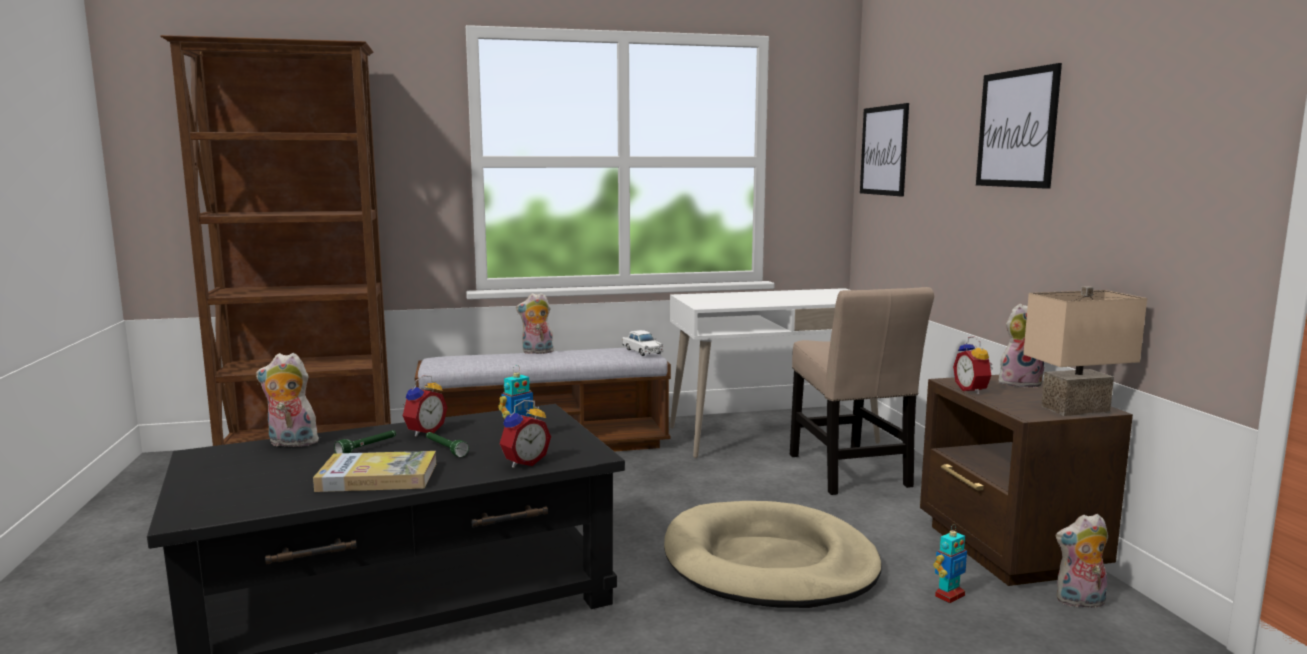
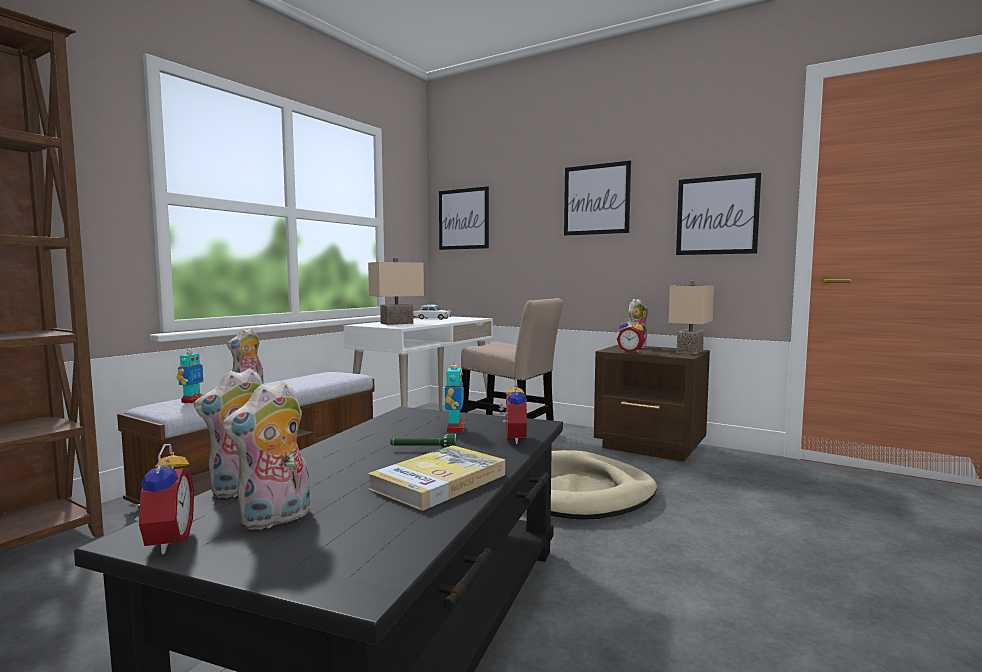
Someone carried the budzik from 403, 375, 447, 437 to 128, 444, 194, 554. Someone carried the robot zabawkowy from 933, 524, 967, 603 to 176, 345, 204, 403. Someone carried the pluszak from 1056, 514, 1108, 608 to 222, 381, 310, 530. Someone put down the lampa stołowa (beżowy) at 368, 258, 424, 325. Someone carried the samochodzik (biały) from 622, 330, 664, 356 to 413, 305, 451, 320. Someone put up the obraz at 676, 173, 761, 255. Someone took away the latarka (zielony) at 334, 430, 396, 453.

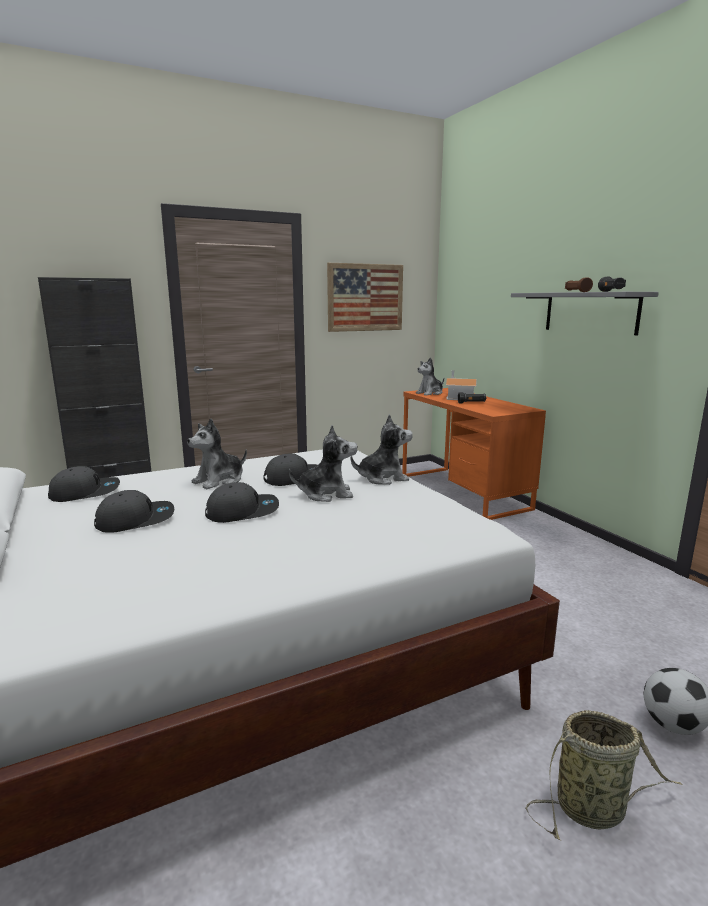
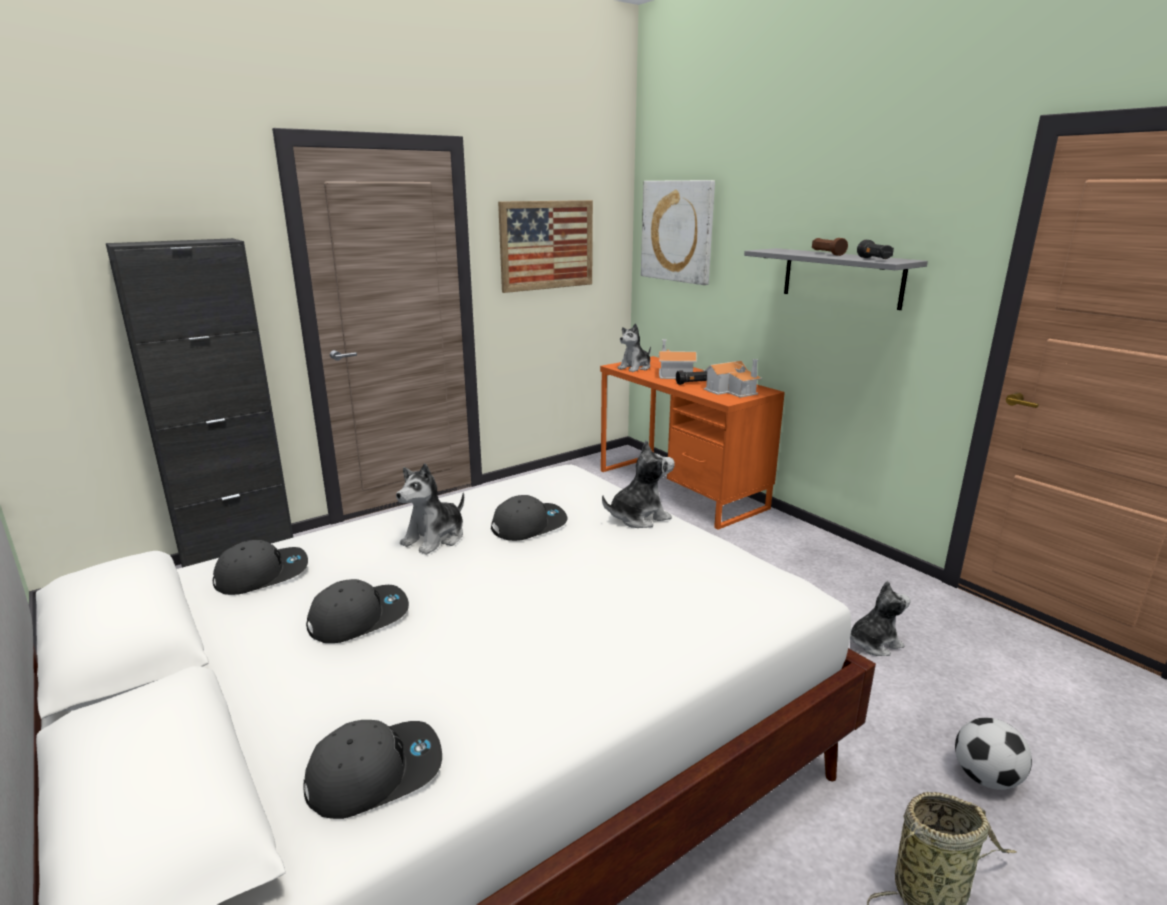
Someone carried the czapka z daszkiem (szary) from 205, 482, 279, 523 to 303, 720, 442, 819. Someone put up the obraz at 641, 180, 715, 285. Someone put down the domek at 703, 359, 762, 397. Someone carried the pluszak from 289, 425, 358, 502 to 850, 581, 911, 656.

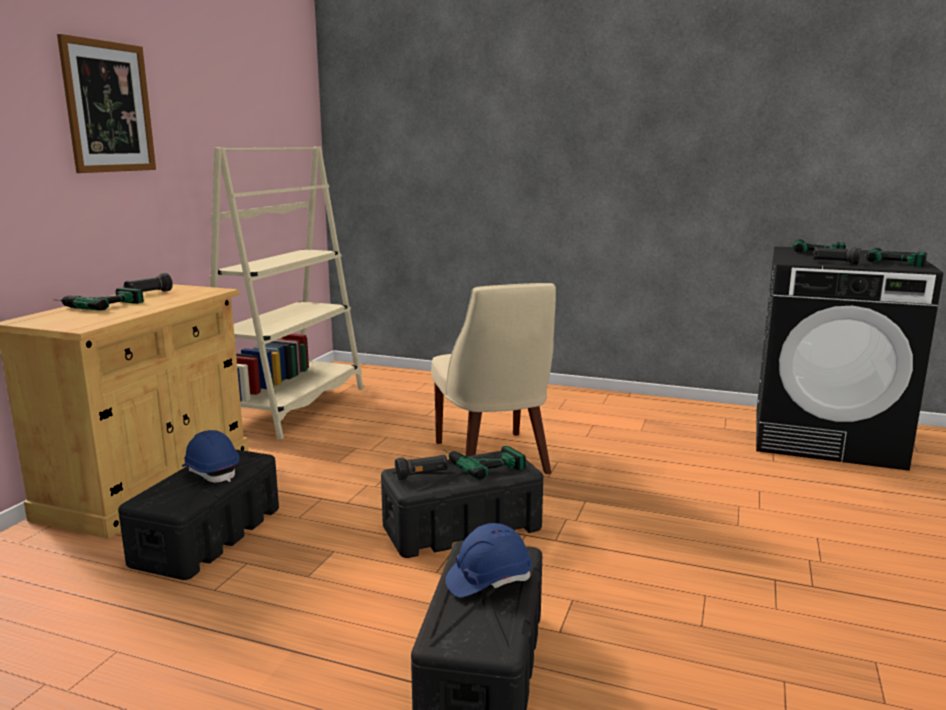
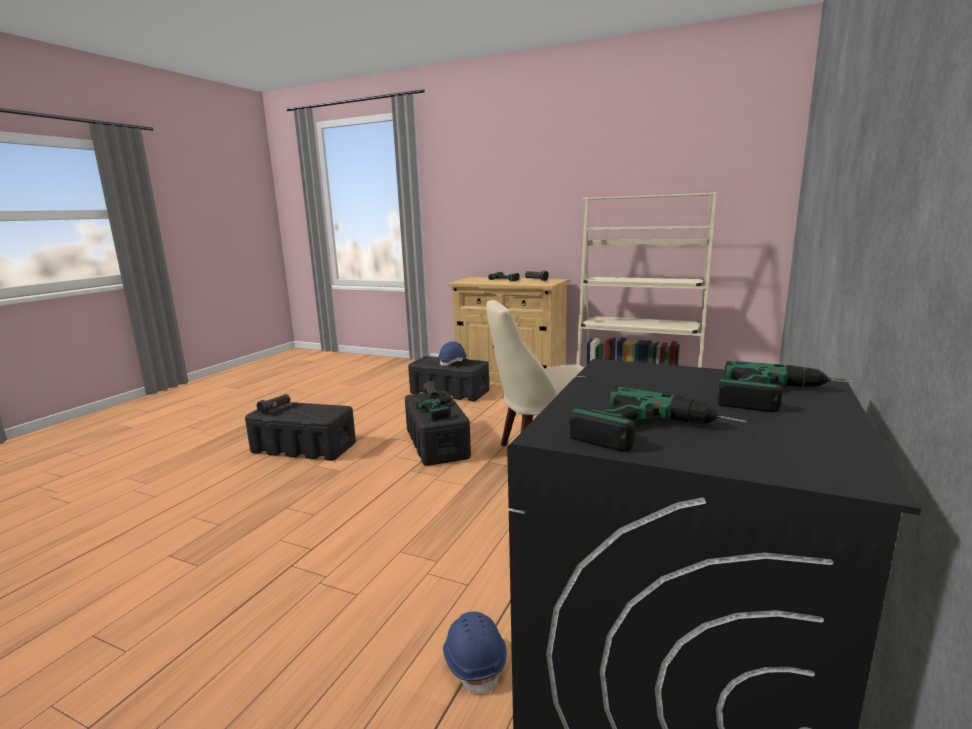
Someone carried the latarka (czarny) from 813, 246, 861, 265 to 257, 394, 290, 414. Someone carried the kask (niebieski) from 446, 523, 532, 597 to 443, 611, 507, 695. Someone took away the obraz at 57, 34, 156, 173.

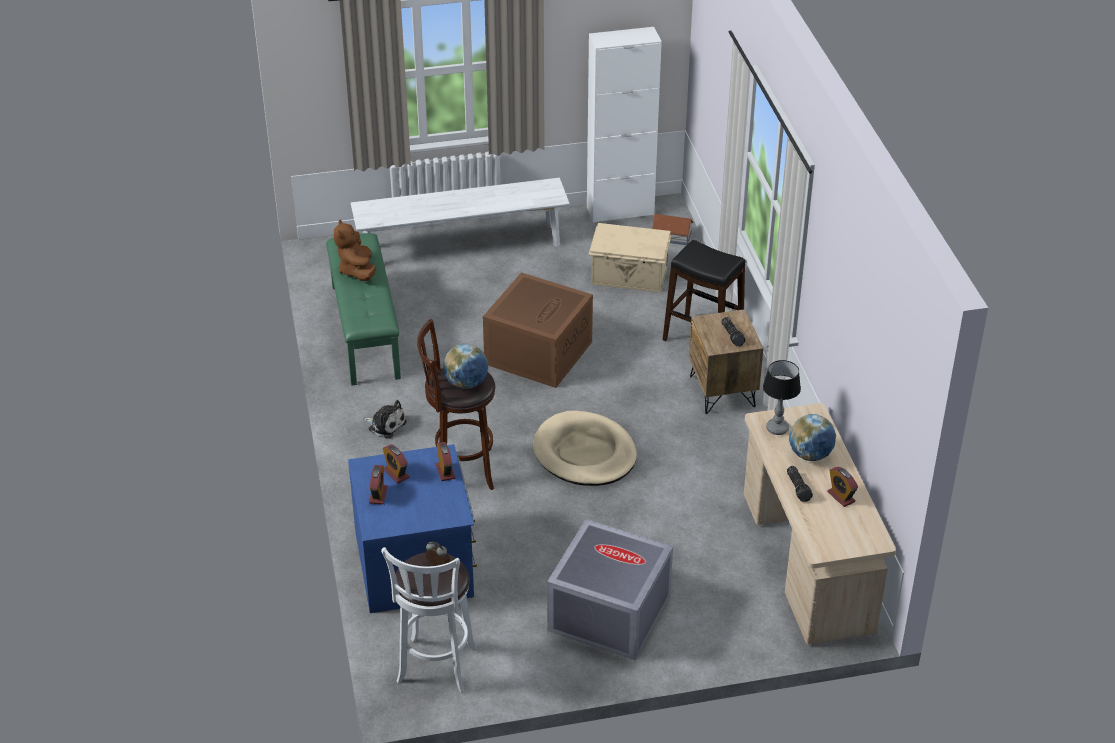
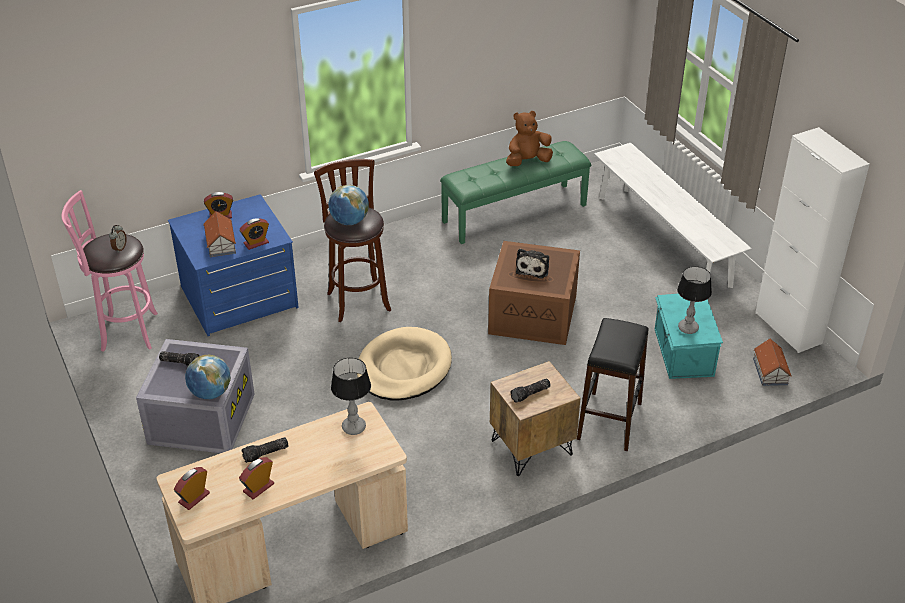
Someone repainted the stołek (biały) at 381, 547, 477, 693, which became the stołek (różowy) at 62, 190, 158, 352. Someone put down the latarka at 159, 351, 200, 366. Someone carried the budzik from 383, 445, 409, 483 to 174, 467, 210, 510. Someone carried the globus from 789, 414, 836, 461 to 185, 355, 231, 400. Someone put down the domek at 204, 211, 236, 257. Someone carried the pluszak from 363, 400, 407, 439 to 516, 248, 549, 278. Someone repainted the pojemnik do przechowywania (beżowy) at 588, 223, 672, 293, which became the pojemnik do przechowywania (turkusowy) at 655, 294, 723, 379. Someone put down the lampa stołowa at 677, 266, 712, 334.

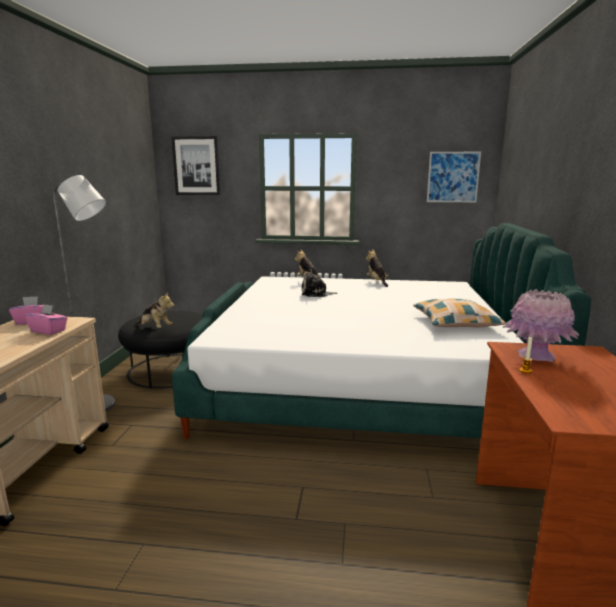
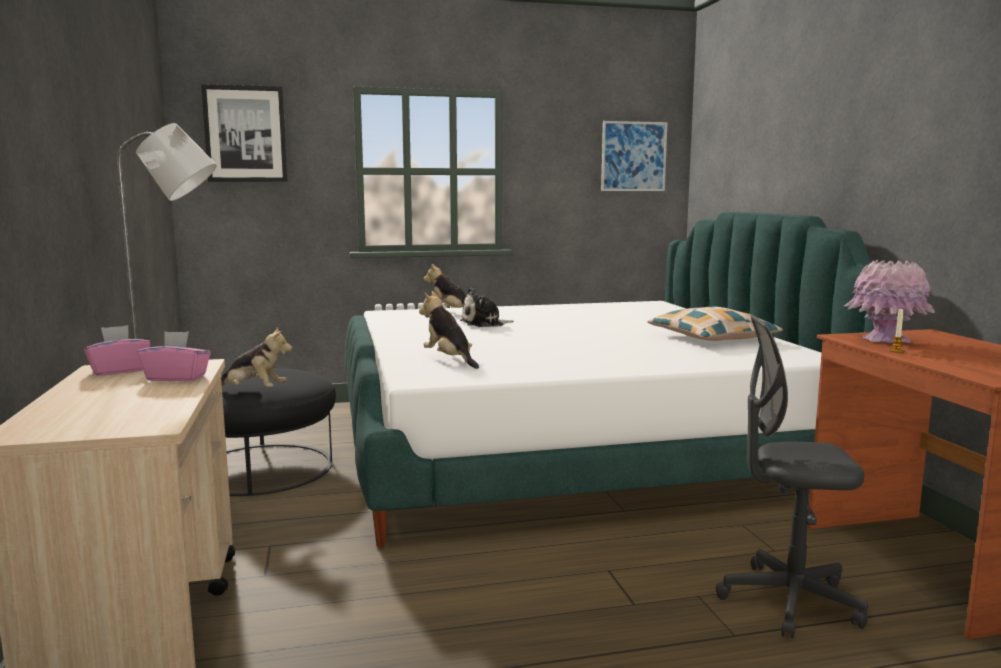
Someone carried the pluszak from 366, 249, 388, 287 to 419, 291, 479, 369. Someone put down the krzesło biurowe (szary) at 715, 314, 868, 638.

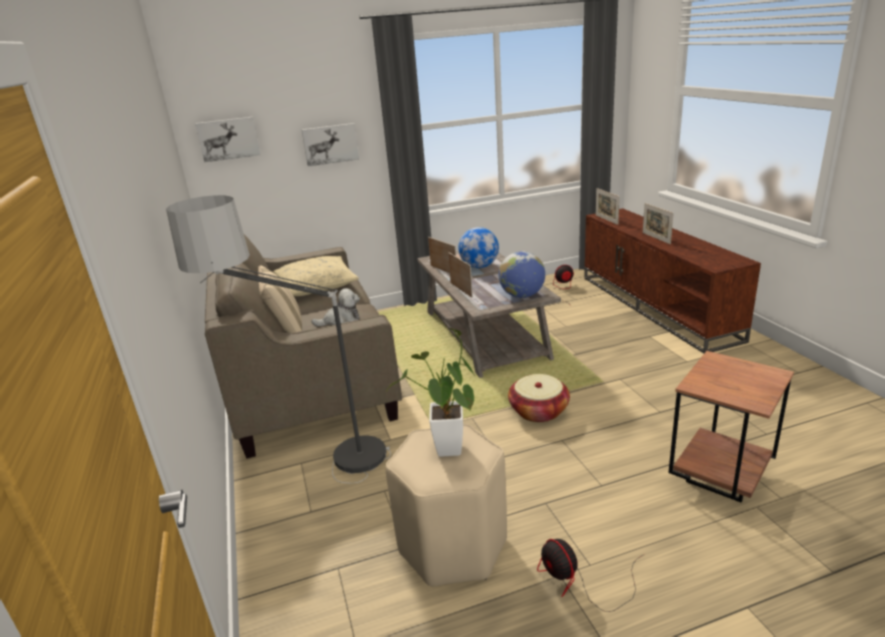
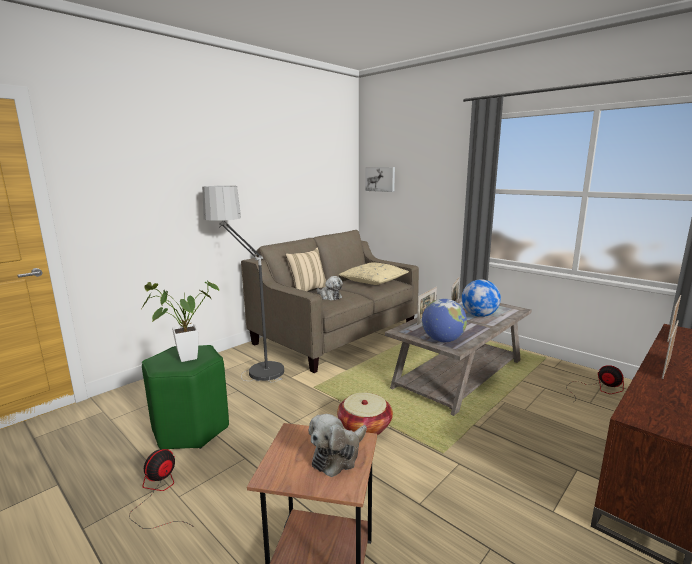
Someone repainted the stołek (beżowy) at 386, 424, 507, 587, which became the stołek (zielony) at 142, 345, 229, 449. Someone put down the pluszak at 309, 414, 367, 477. Someone took away the obraz at 301, 123, 359, 167.

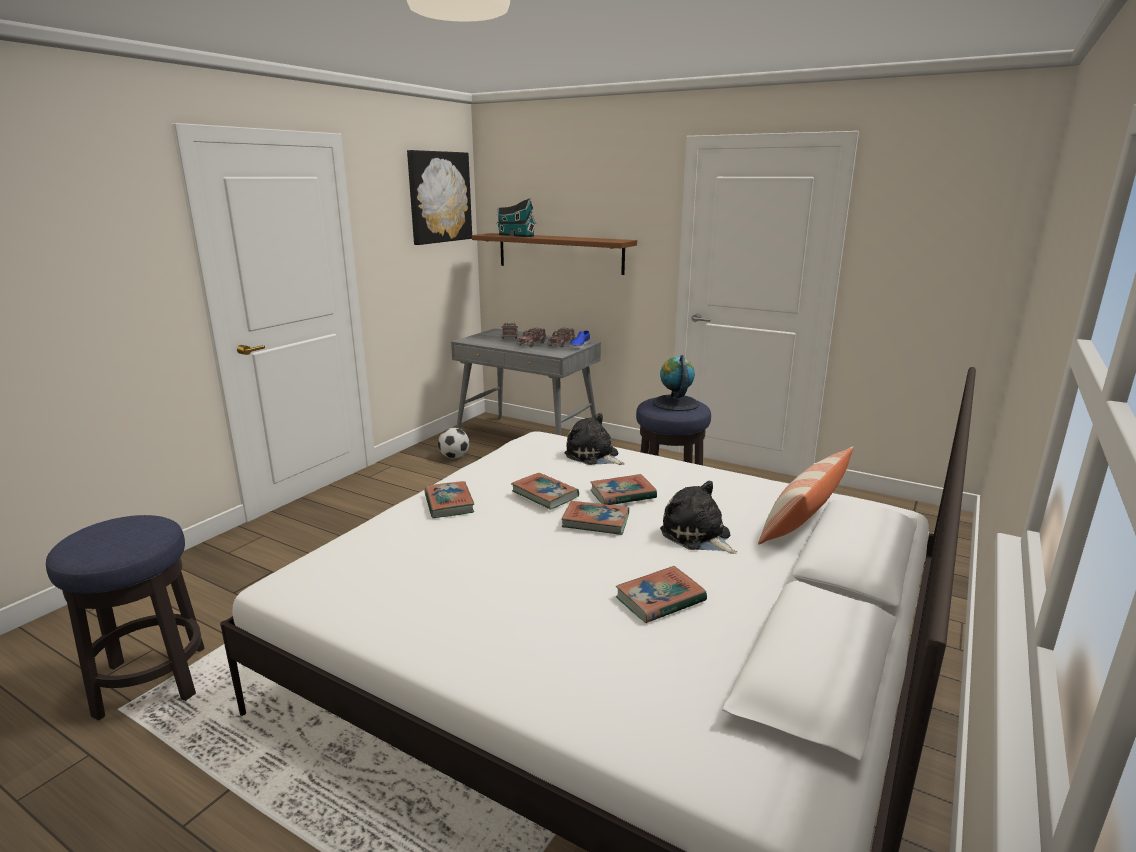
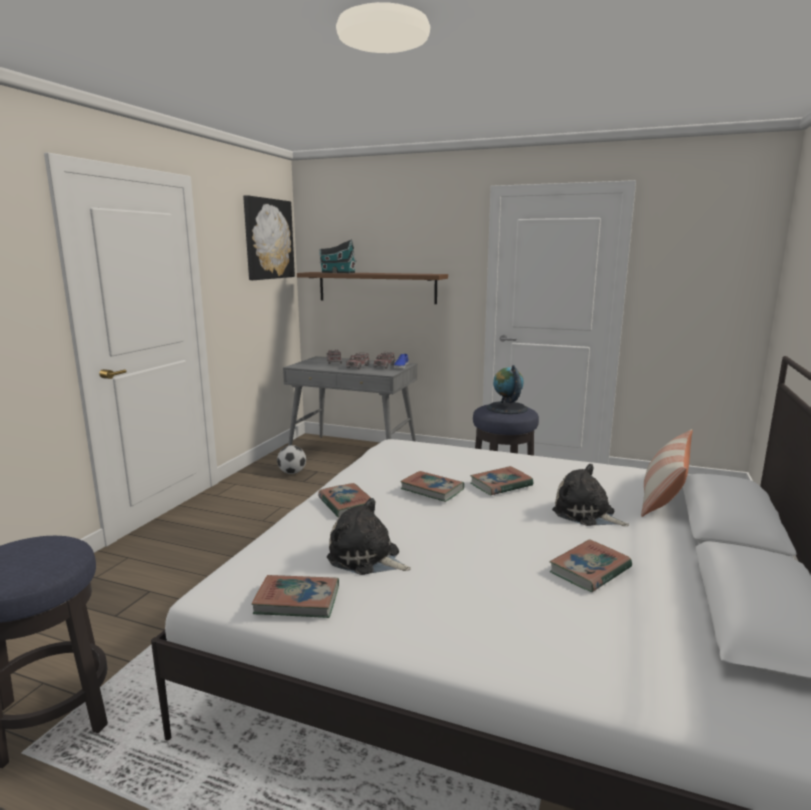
Someone carried the książka from 562, 501, 629, 535 to 251, 575, 339, 618. Someone carried the pluszak from 564, 413, 625, 465 to 327, 498, 411, 575.

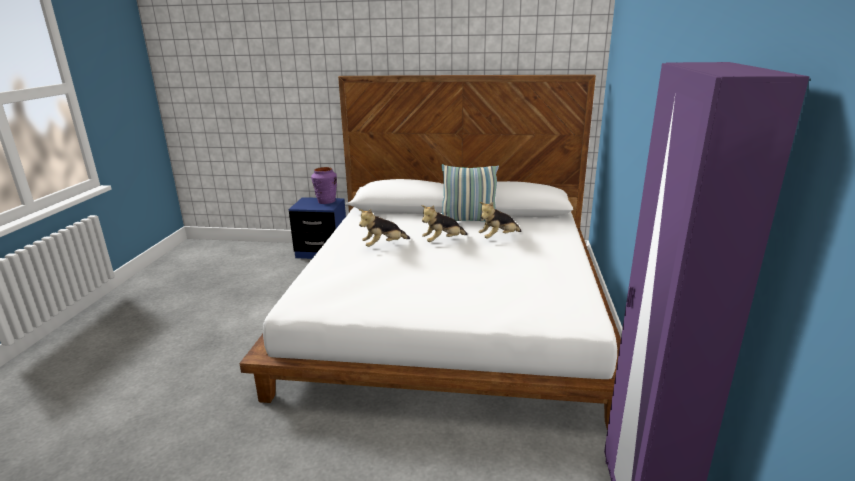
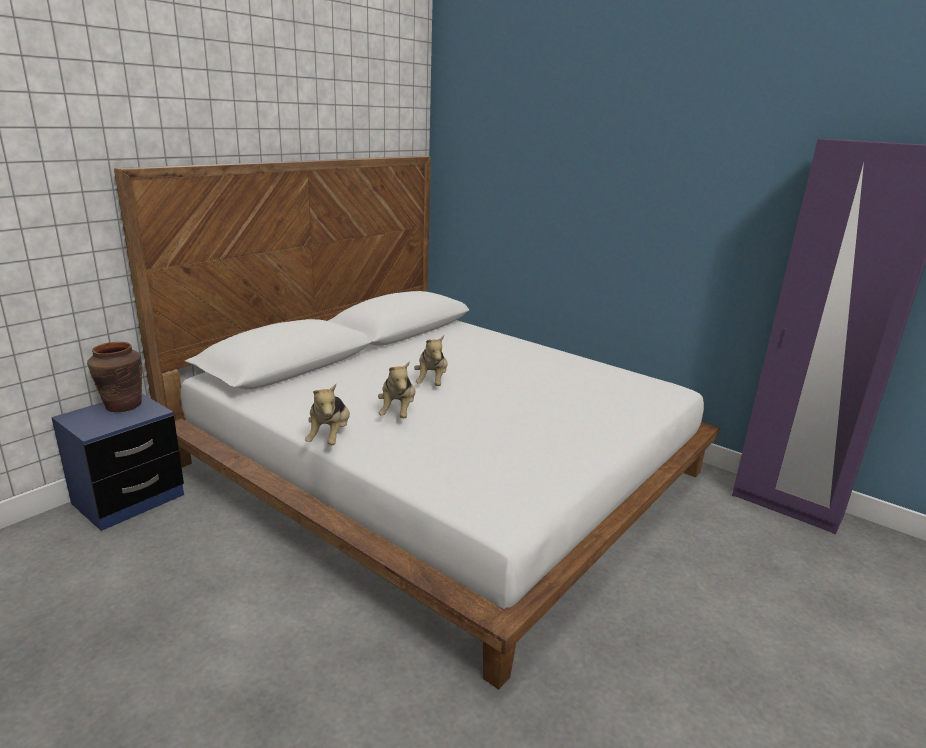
Someone repainted the wazon (fioletowy) at 311, 167, 337, 204, which became the wazon (brązowy) at 87, 342, 142, 412. Someone carried the pluszak from 479, 202, 522, 239 to 305, 384, 350, 445. Someone took away the poduszka at 442, 164, 499, 221.

